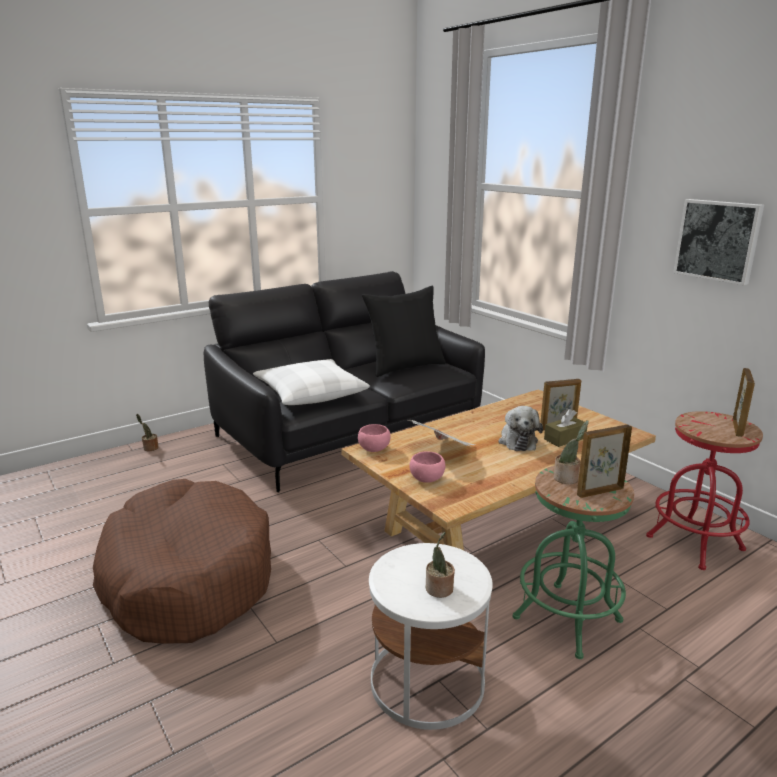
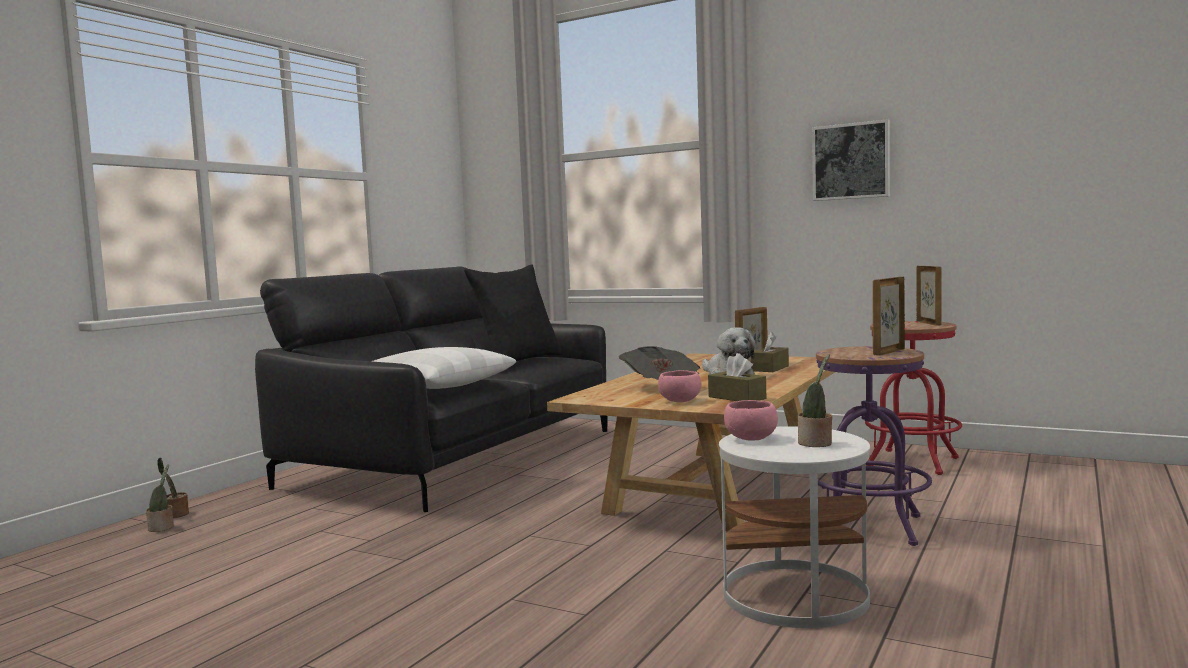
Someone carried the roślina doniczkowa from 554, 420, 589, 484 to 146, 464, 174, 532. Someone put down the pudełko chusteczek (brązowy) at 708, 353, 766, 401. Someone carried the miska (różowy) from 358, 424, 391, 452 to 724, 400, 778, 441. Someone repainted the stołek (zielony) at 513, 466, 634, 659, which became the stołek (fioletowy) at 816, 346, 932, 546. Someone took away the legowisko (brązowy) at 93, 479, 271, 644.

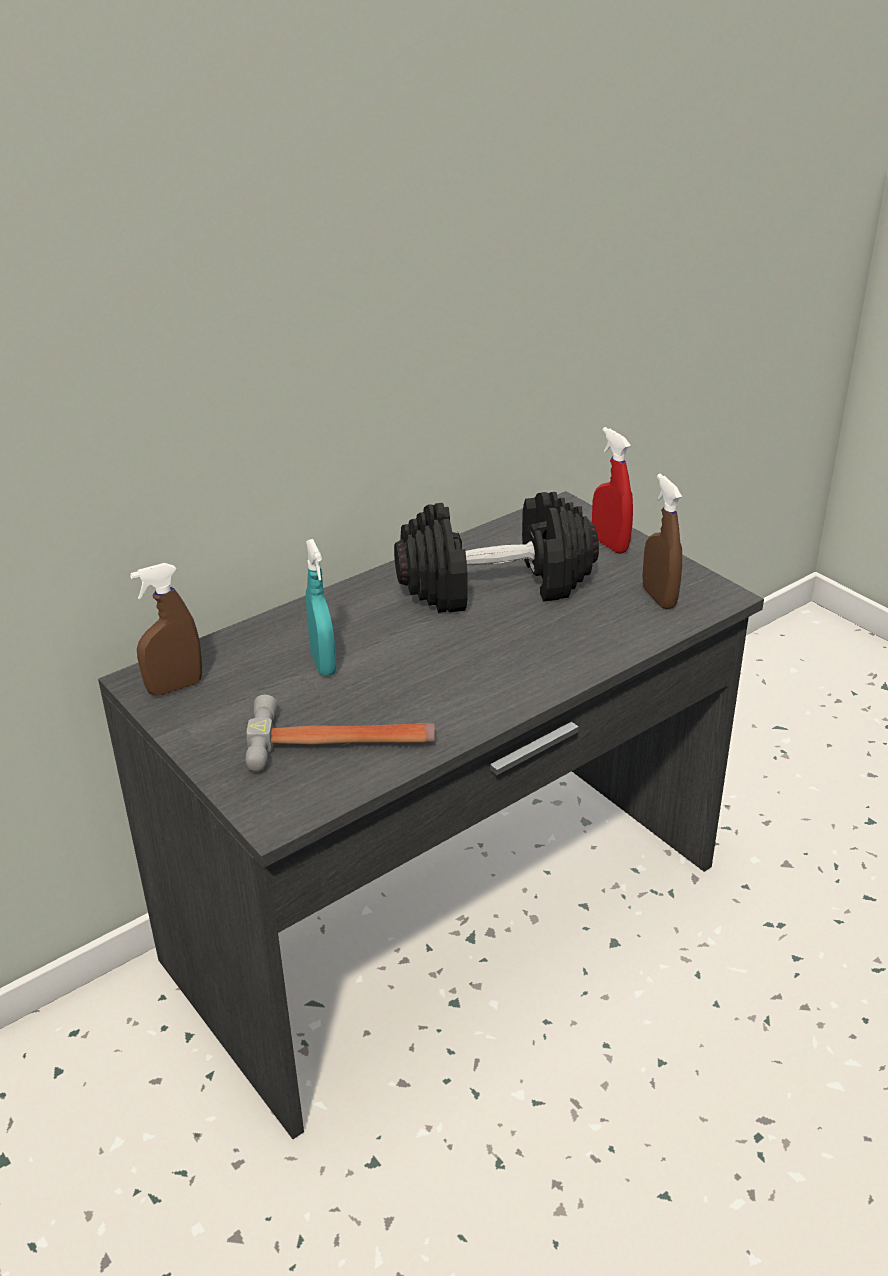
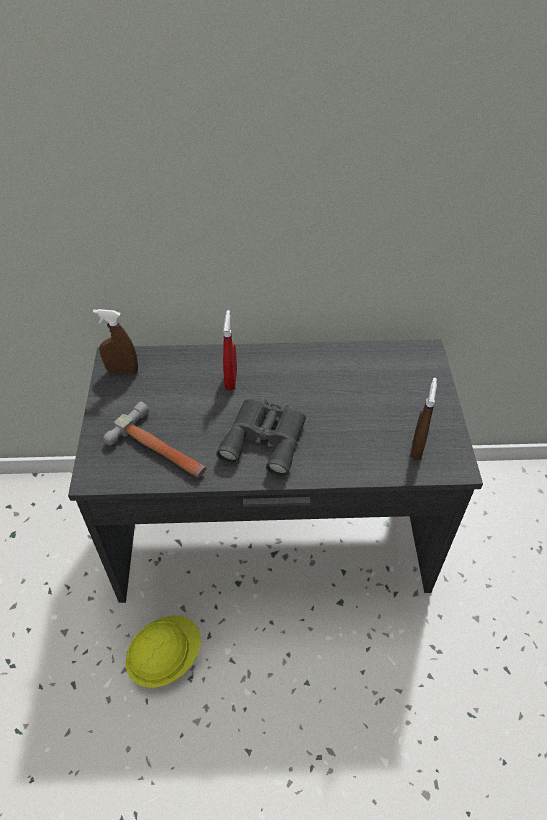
Someone put down the kask (żółty) at 126, 615, 201, 688. Someone put down the lornetka (szary) at 216, 398, 306, 478. Someone carried the spryskiwacz (czerwony) from 592, 427, 633, 554 to 223, 310, 237, 390. Someone took away the spryskiwacz (turkusowy) at 306, 539, 336, 676. Someone took away the hantel (czarny) at 394, 492, 599, 613.

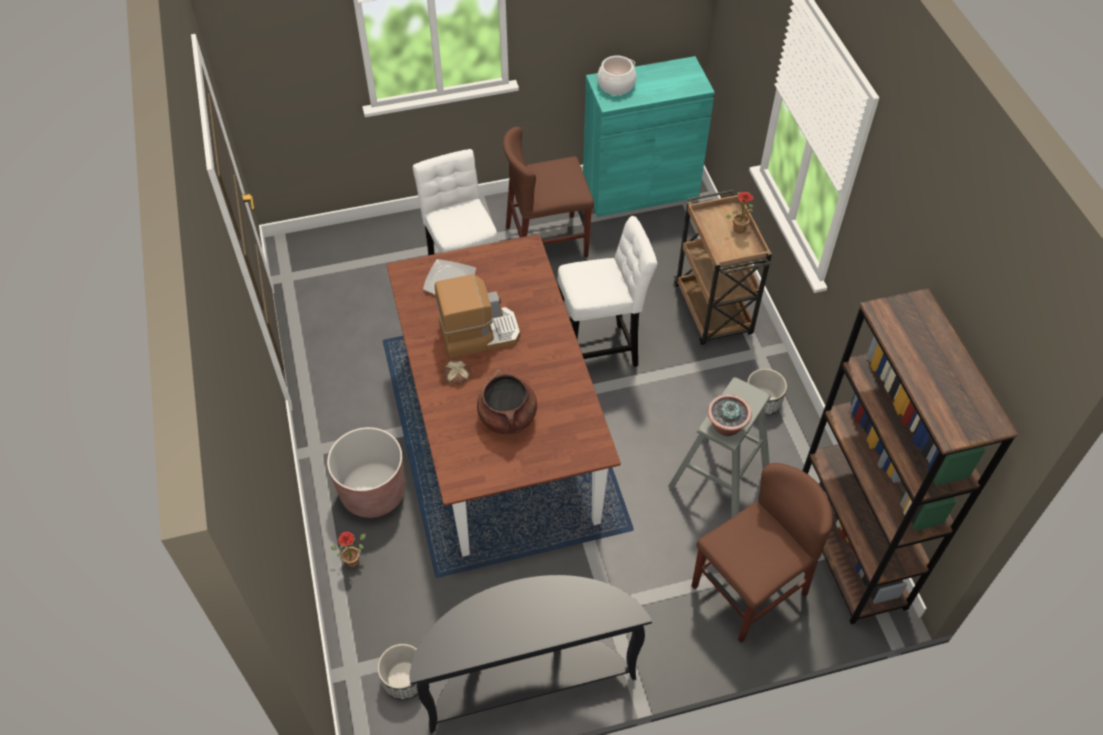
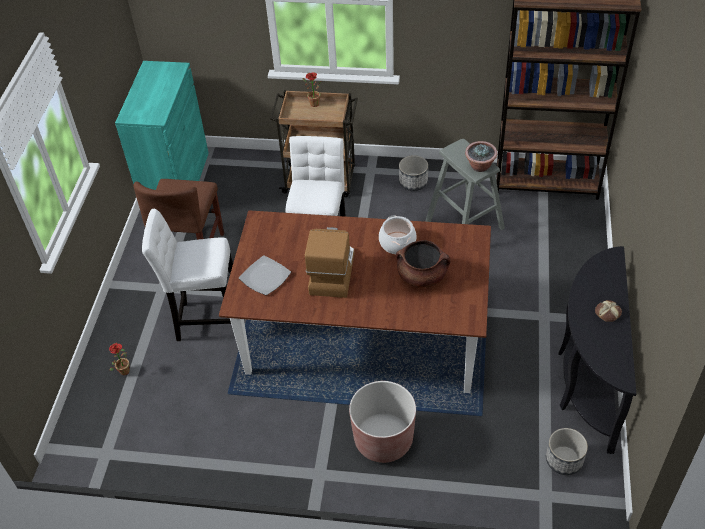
Someone carried the roślina doniczkowa from 331, 532, 366, 567 to 109, 343, 130, 375. Someone carried the garnek from 597, 56, 636, 95 to 379, 216, 416, 254. Someone carried the chleb from 442, 360, 471, 385 to 595, 300, 622, 322. Someone took away the krzesło (brązowy) at 692, 463, 833, 643.

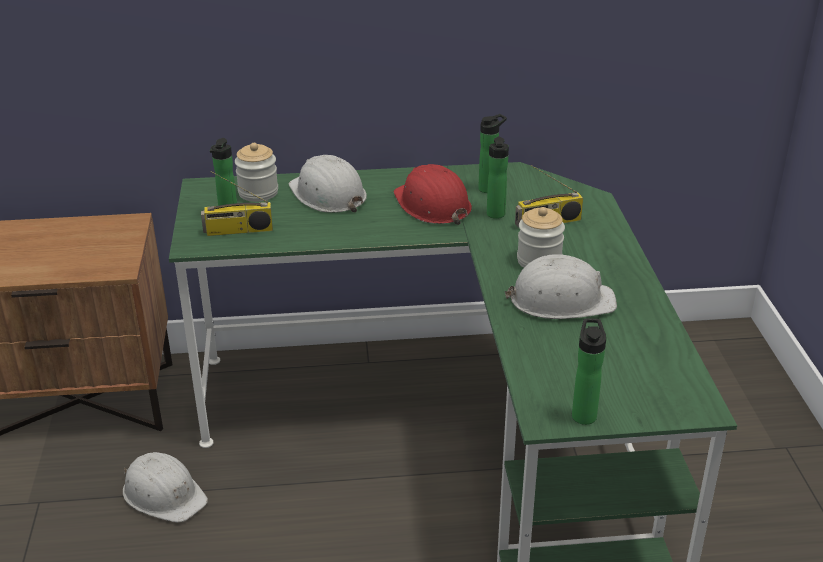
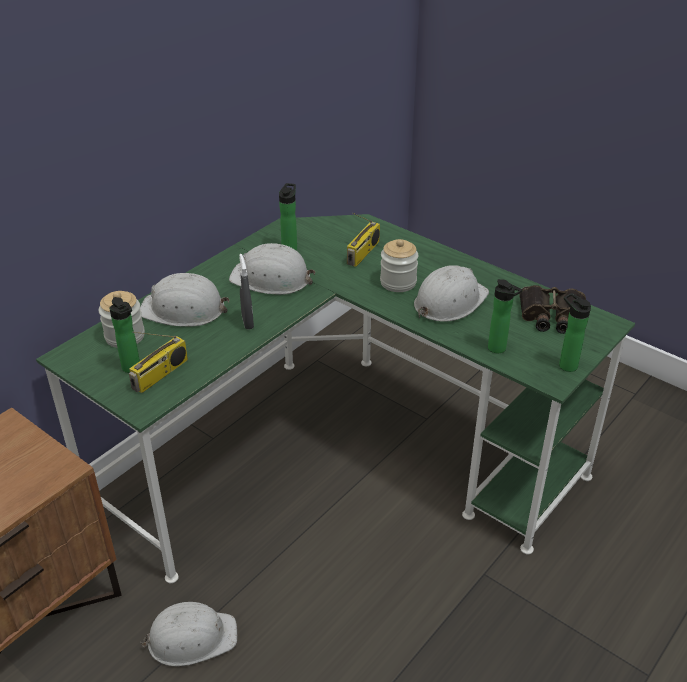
Someone repainted the kask (czerwony) at 394, 164, 472, 225, which became the kask (biały) at 229, 243, 315, 295. Someone put down the spryskiwacz (szary) at 239, 254, 254, 330. Someone carried the butelka from 487, 137, 509, 219 to 488, 279, 522, 353. Someone put down the lornetka at 519, 285, 586, 334.

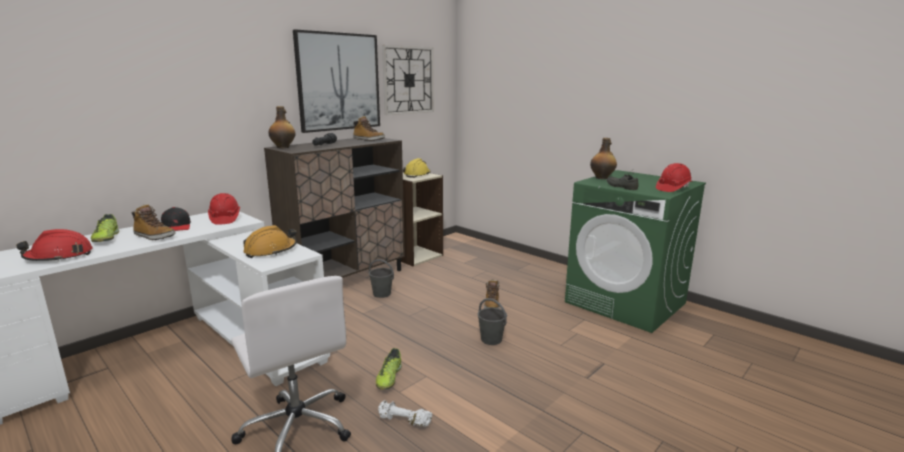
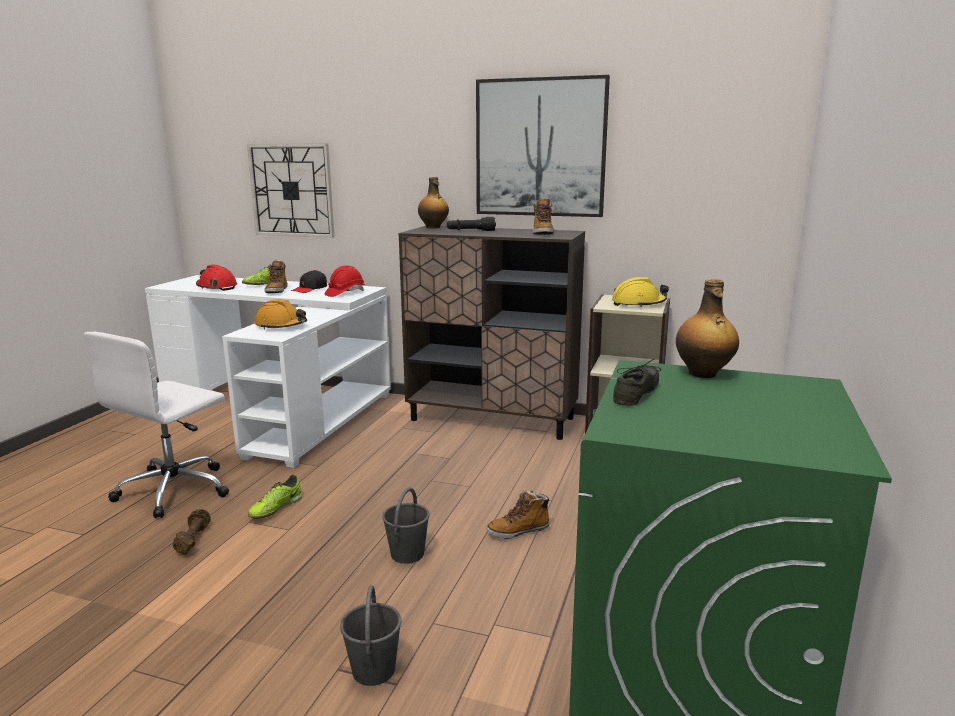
Someone repainted the hantel (biały) at 378, 400, 432, 427, which became the hantel (brązowy) at 173, 509, 211, 555. Someone carried the zegar ścienny from 382, 45, 434, 115 to 247, 143, 334, 238. Someone rotated the but at 376, 348, 402, 390 by 45 degrees counterclockwise. Someone carried the wiadro (szary) from 369, 259, 394, 298 to 340, 585, 401, 686. Someone took away the kask (czerwony) at 656, 163, 692, 192.

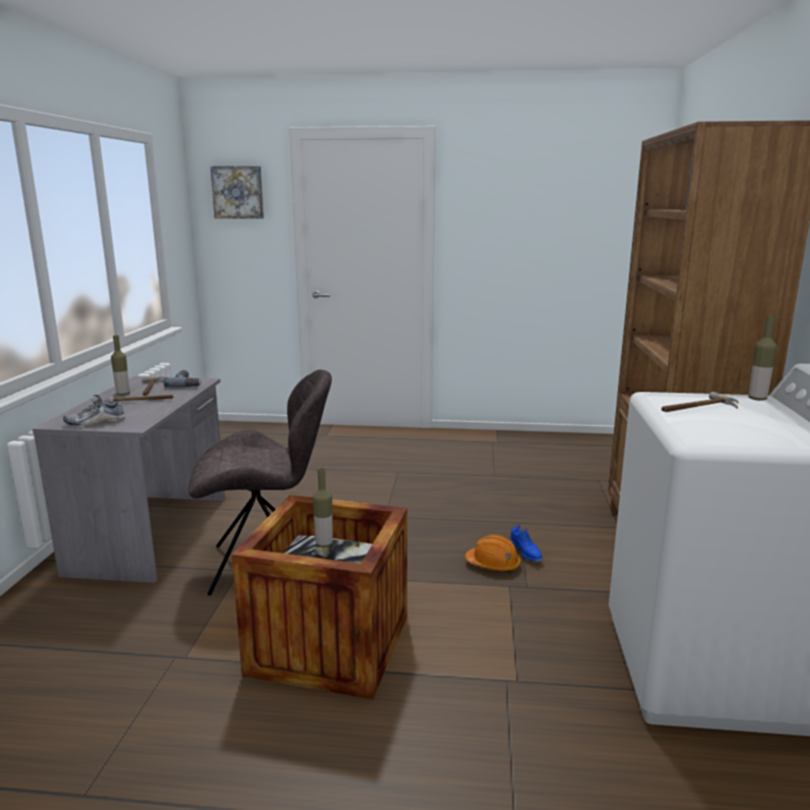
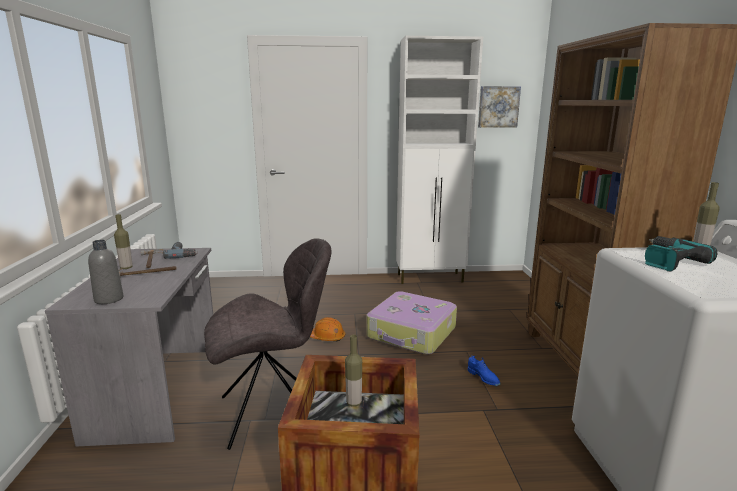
Someone swapped the but at 63, 395, 125, 428 for the butelka (szary) at 88, 240, 124, 304. Someone carried the kask (pomarańczowy) from 465, 534, 521, 572 to 310, 317, 345, 341. Someone put down the walizka at 367, 291, 457, 354. Someone put down the szafka (biały) at 396, 36, 483, 284. Someone carried the obraz from 210, 166, 264, 219 to 478, 86, 521, 128. Someone swapped the młotek at 661, 392, 739, 412 for the wiertarka at 645, 236, 717, 271.

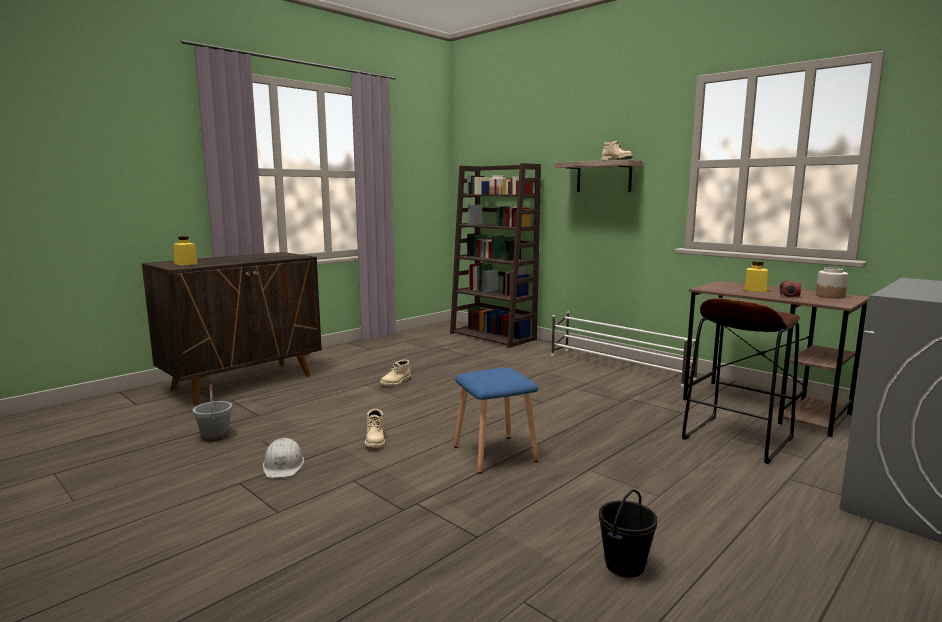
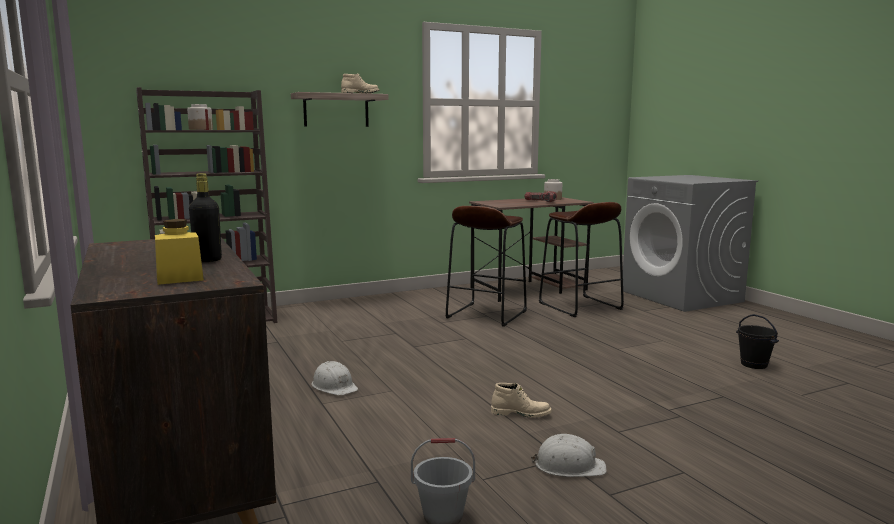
Someone put down the butelka (czarny) at 189, 173, 222, 262. Someone swapped the but z cholewką (beżowy) at 380, 360, 411, 386 for the kask (biały) at 312, 361, 358, 395. Someone put down the stołek (brązowy) at 446, 206, 527, 327. Someone took away the stołek (niebieski) at 454, 368, 539, 474. Someone took away the regał na buty (biały) at 551, 312, 700, 387. Someone took away the słoik (żółty) at 744, 261, 768, 292.

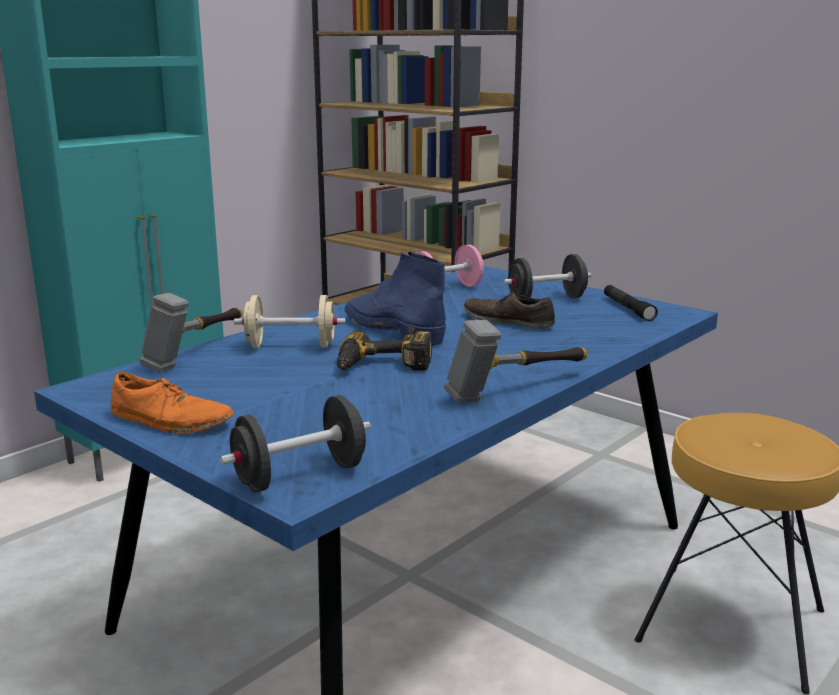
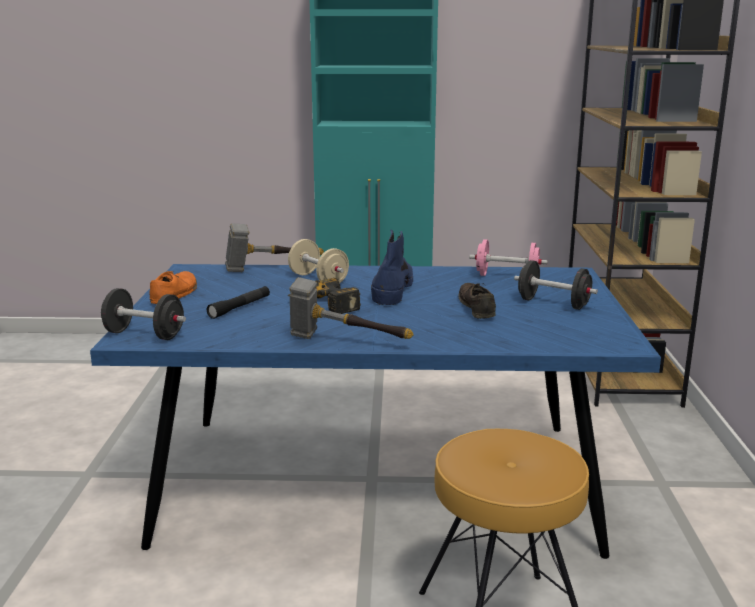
Someone rotated the but (pomarańczowy) at 111, 372, 233, 433 by 150 degrees counterclockwise. Someone carried the latarka (czarny) from 604, 285, 658, 321 to 207, 286, 270, 319.

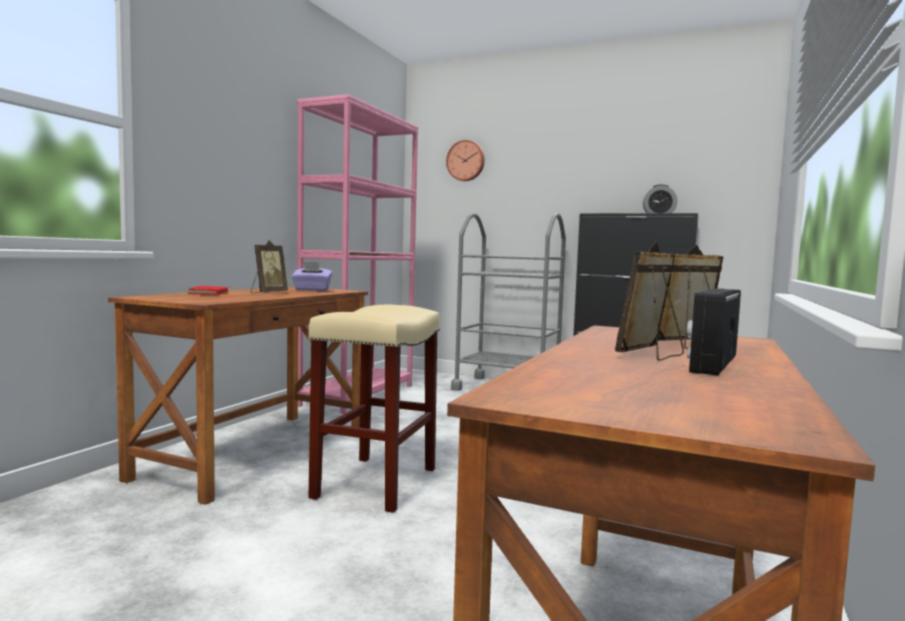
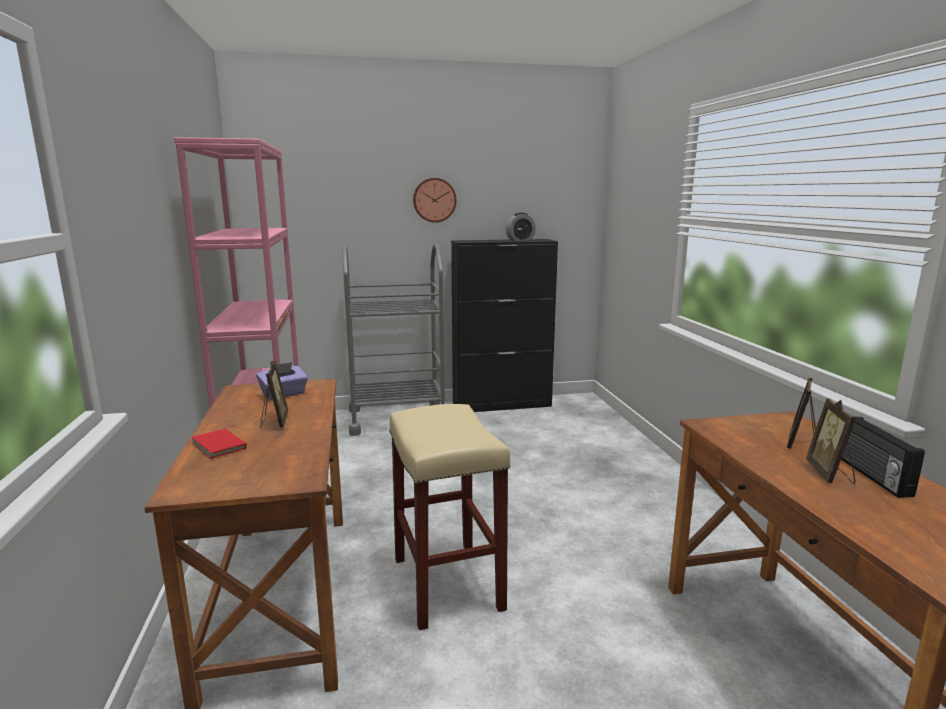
Someone carried the zegar ścienny from 446, 140, 485, 181 to 413, 178, 457, 223.

